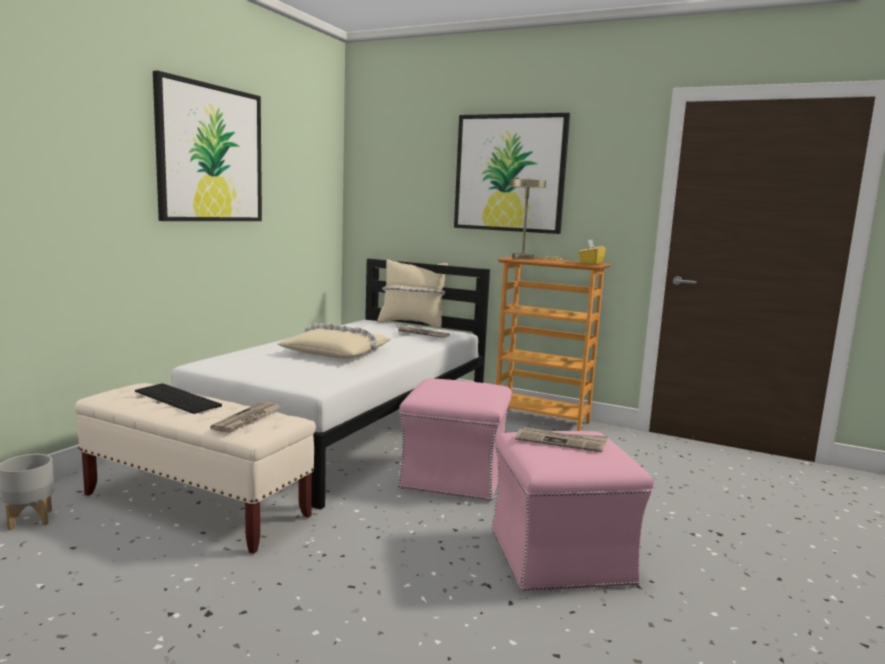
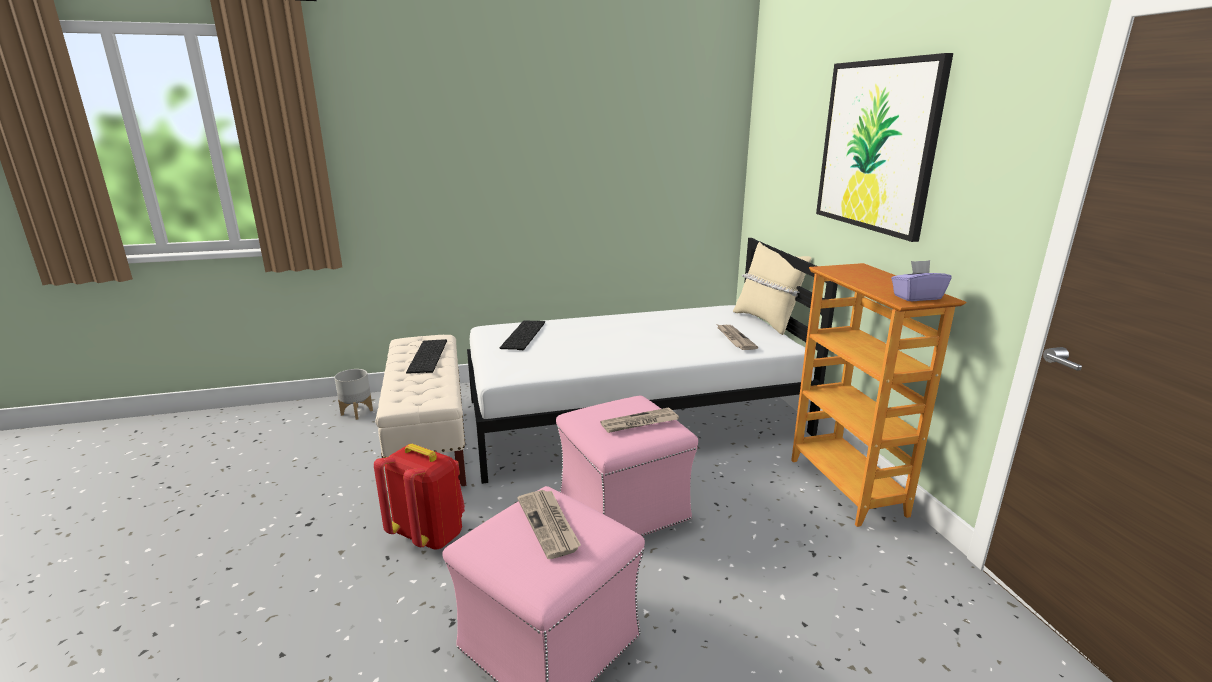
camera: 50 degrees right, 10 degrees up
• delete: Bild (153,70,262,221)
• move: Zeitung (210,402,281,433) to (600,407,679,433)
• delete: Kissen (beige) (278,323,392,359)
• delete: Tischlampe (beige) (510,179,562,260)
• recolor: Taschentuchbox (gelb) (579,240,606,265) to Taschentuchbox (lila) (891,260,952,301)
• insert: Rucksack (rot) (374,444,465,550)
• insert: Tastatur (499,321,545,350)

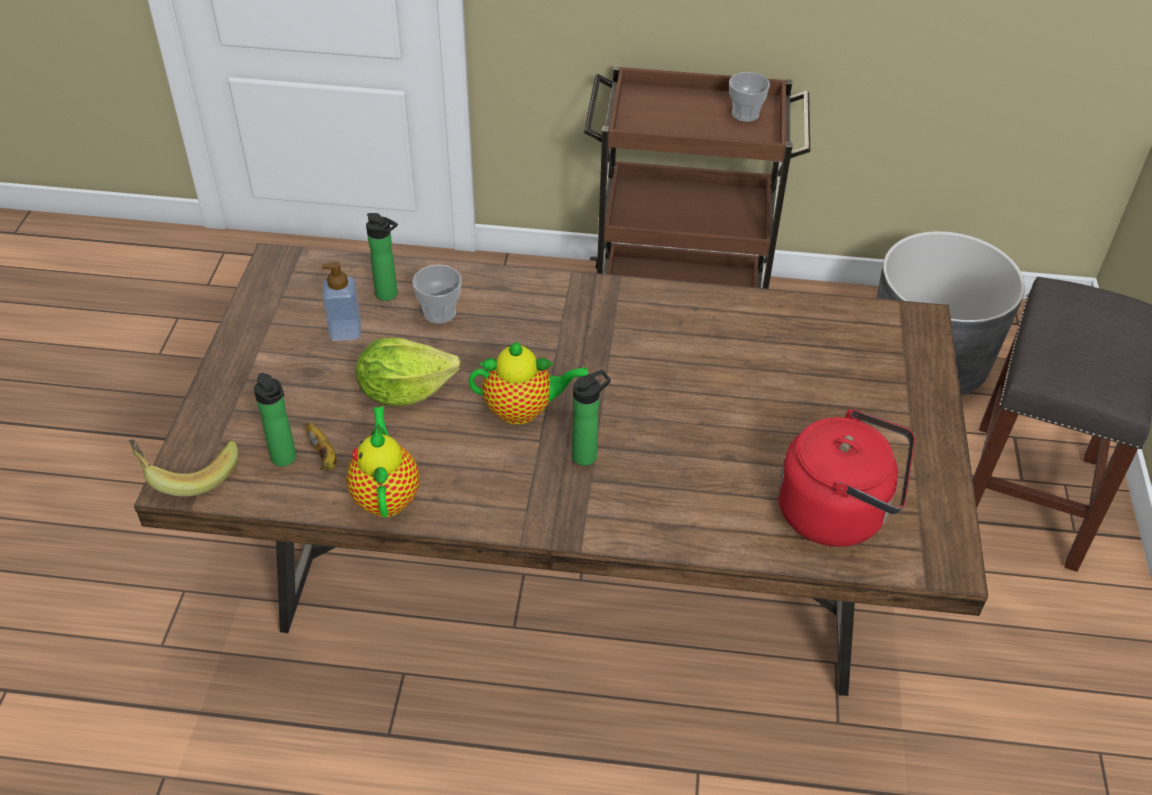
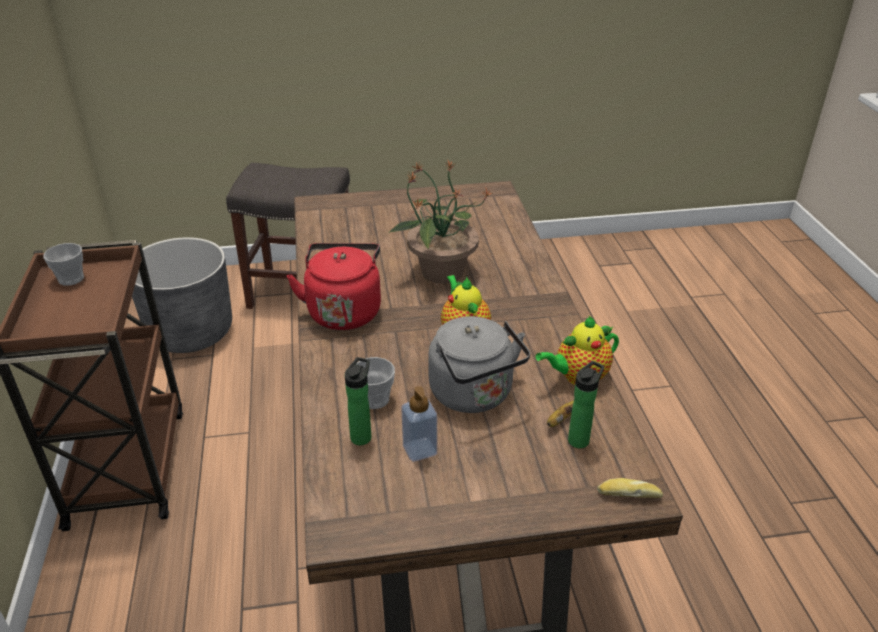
camera: 105 degrees left, 10 degrees down
• replace: Banane (129,440,238,497) to Brot (597,478,663,498)
• replace: Salatkopf (356,338,461,406) to Wasserkessel (grau) (428,316,530,413)
• delete: Flasche (572,370,611,466)
• move: Wasserkessel (rot) (778,409,915,547) to (287,243,381,330)
• insert: Topfpflanze (389,160,493,283)

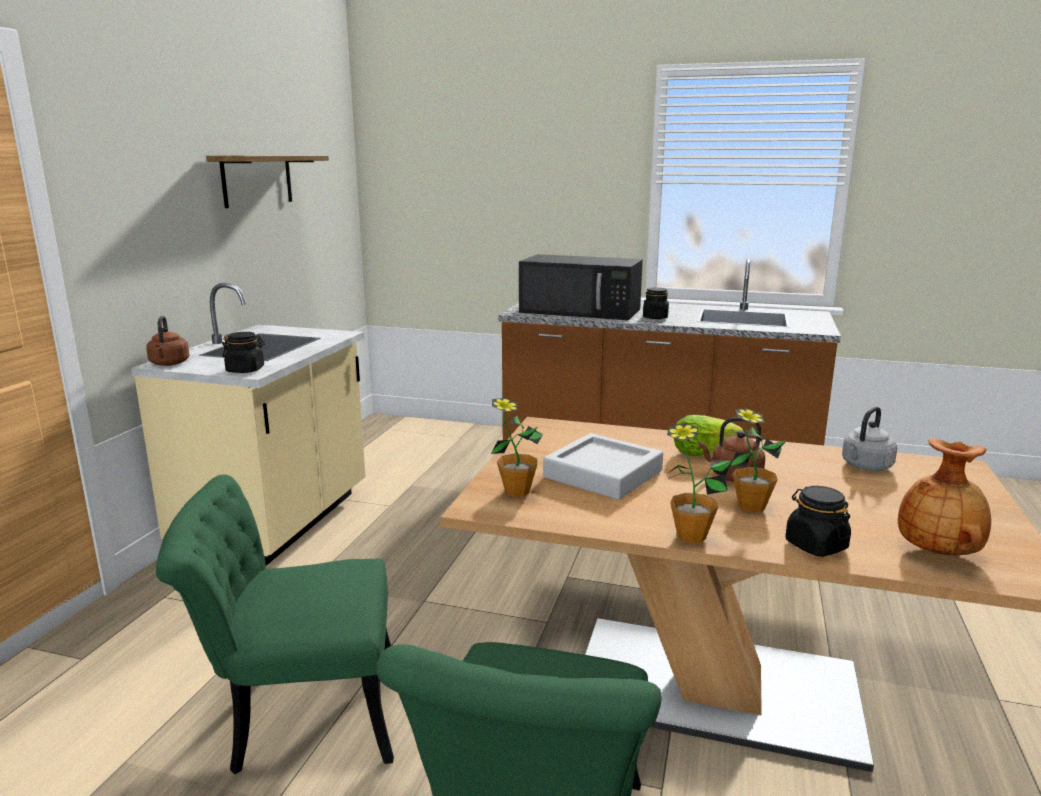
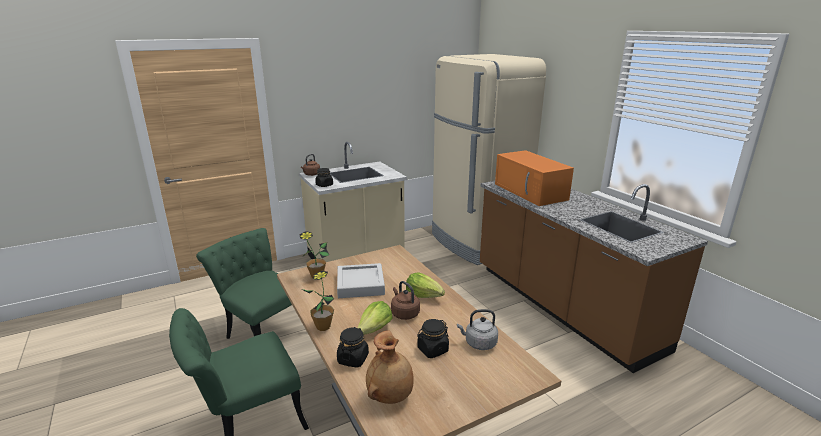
camera: 45 degrees right, 5 degrees up
• delete: Wandregal (206,155,329,208)
• recolor: Mikrowelle (schwarz) (519,254,643,320) to Mikrowelle (orange) (495,150,574,206)
• move: Vorratsglas (schwarz) (643,288,669,319) to (417,319,449,358)
• replace: Topfpflanze (730,409,786,512) to Salatkopf (358,301,392,335)
• insert: Kühlschrank (beige) (432,54,546,265)

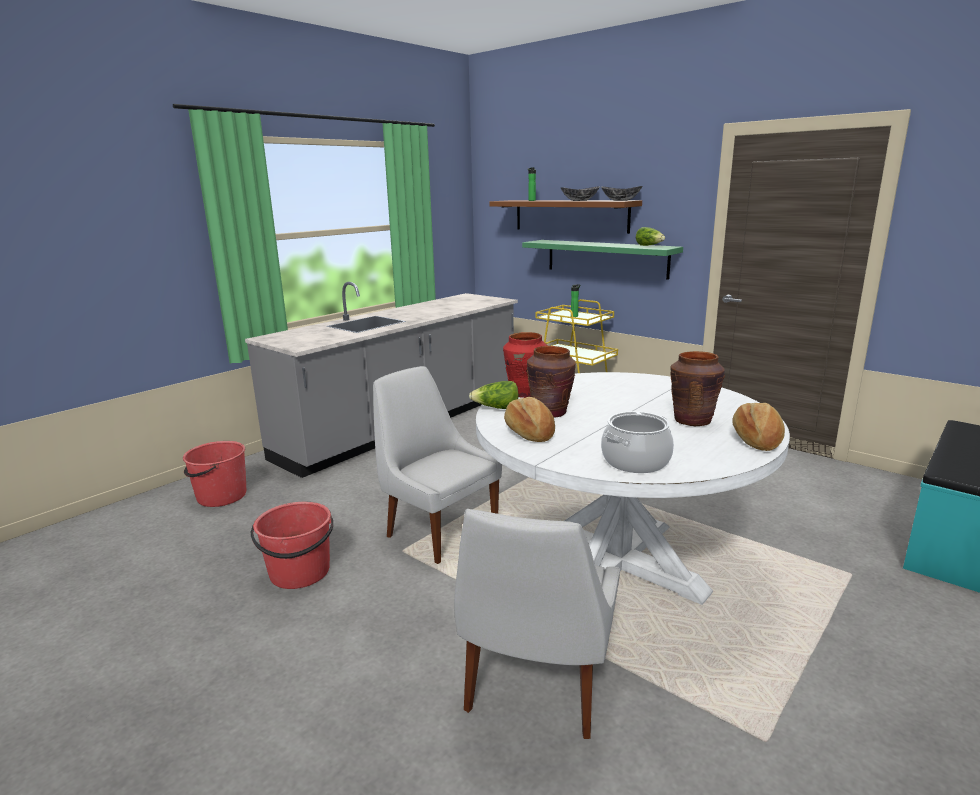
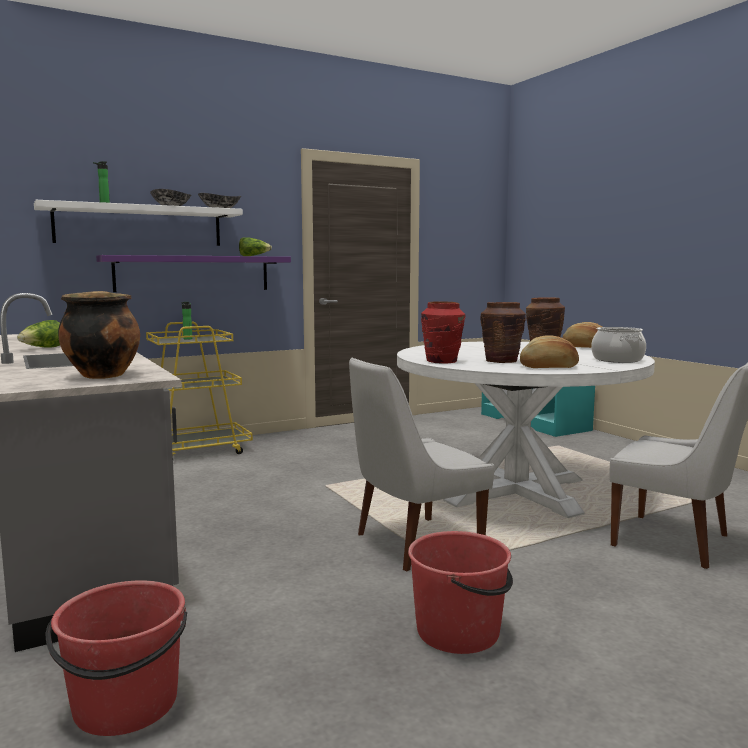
camera: 70 degrees left, 10 degrees down
• move: Salatkopf (469,381,519,409) to (17,320,60,348)
• recolor: Wandregal (braun) (489,200,642,234) to Wandregal (weiß) (34,200,243,246)
• recolor: Wandregal (grün) (522,240,683,280) to Wandregal (lila) (96,255,291,292)
• insert: Kochtopf (58,291,140,379)

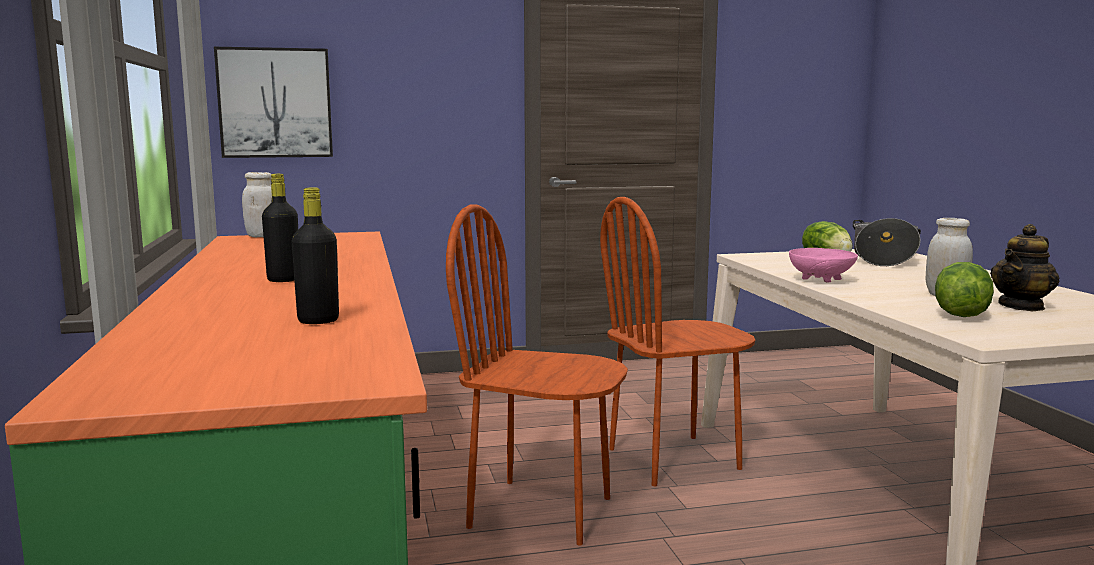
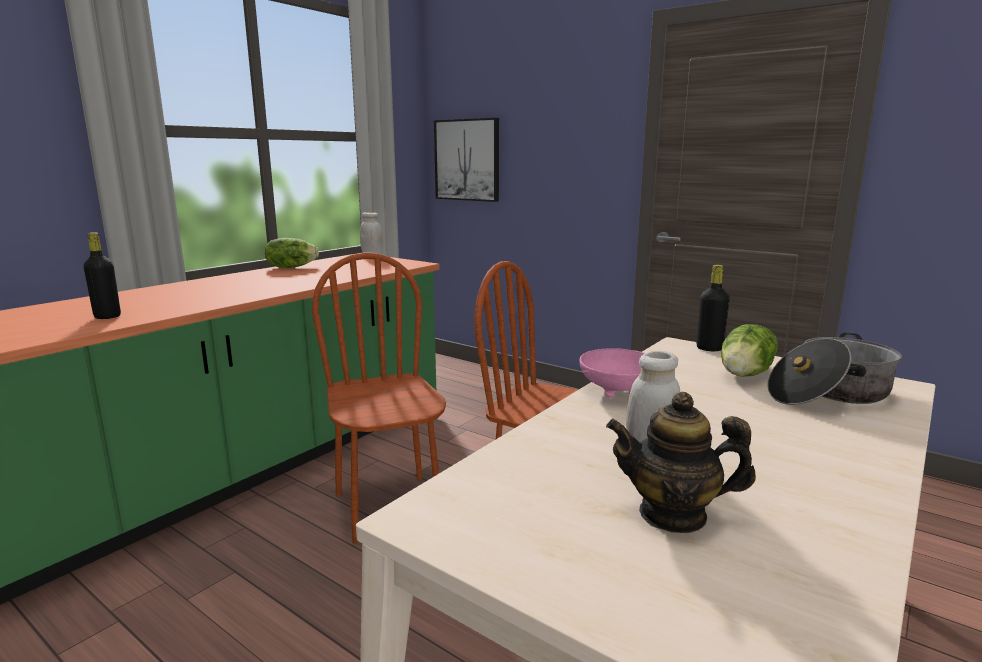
camera: 50 degrees right, 5 degrees up
• move: Flasche (schwarz) (262,174,298,282) to (697,265,730,351)
• move: Salatkopf (935,262,994,317) to (265,238,319,268)

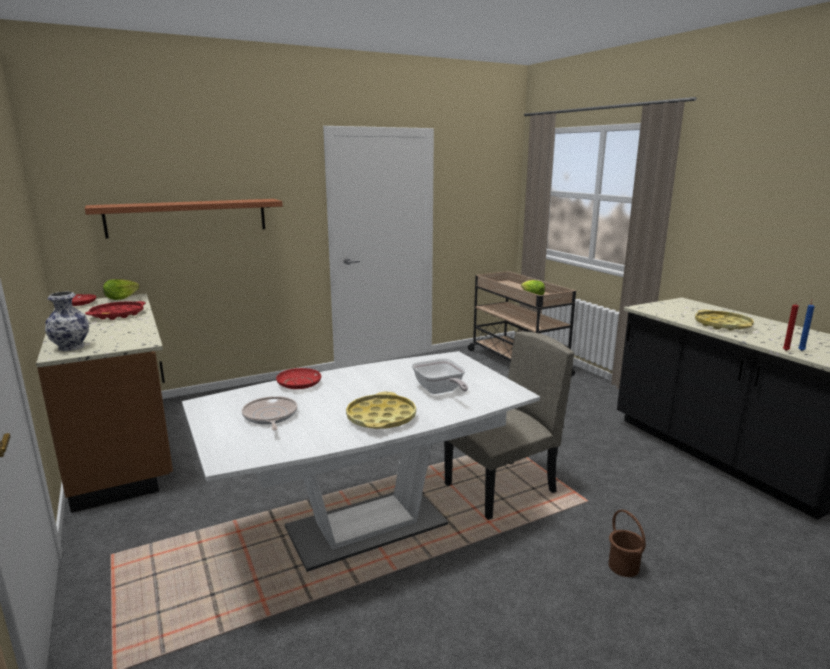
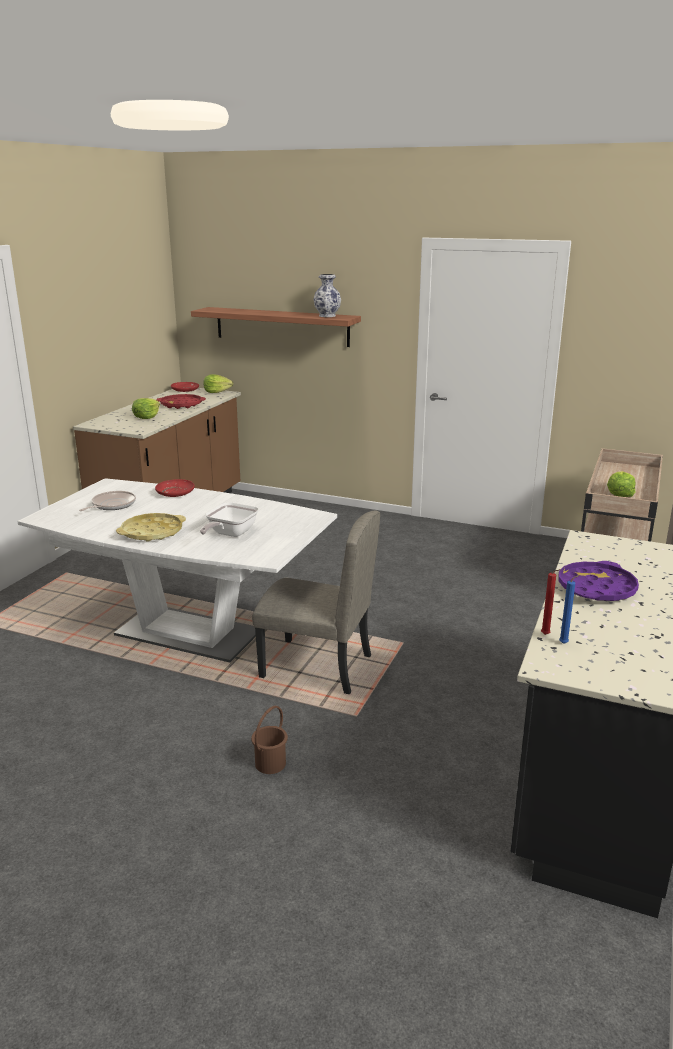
camera: 50 degrees right, 5 degrees up
• move: Vase (45,292,89,351) to (313,274,341,317)
• recolor: Tablett (gelb) (695,310,754,330) to Tablett (lila) (558,561,639,601)
• insert: Salatkopf (132,398,160,419)

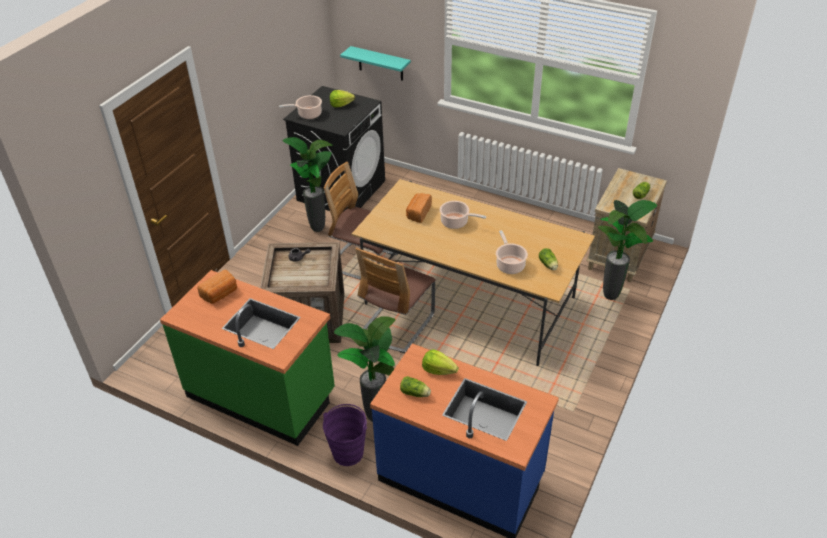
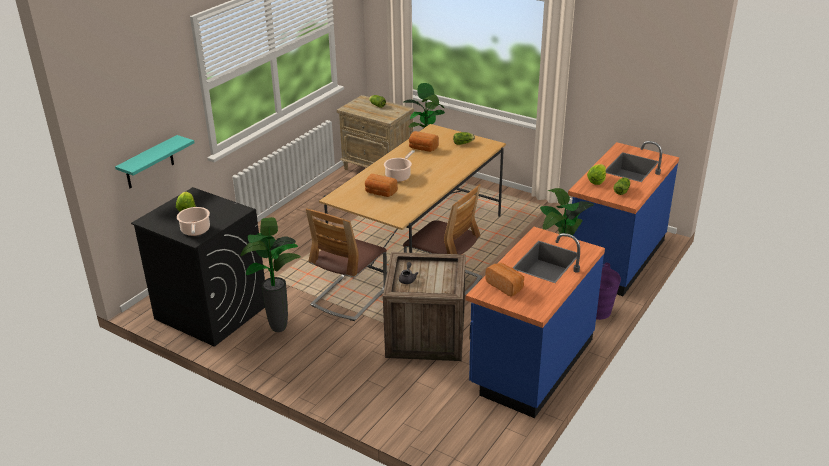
camera: 85 degrees left, 10 degrees down
• recolor: Küchenzeile (grün) (160,270,335,446) to Küchenzeile (blau) (466,227,605,418)
• delete: Kochtopf (496,230,528,274)
• insert: Brot (409,131,439,152)

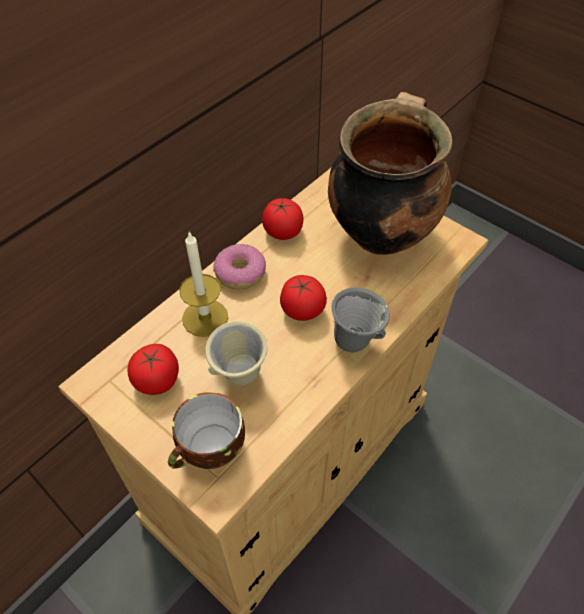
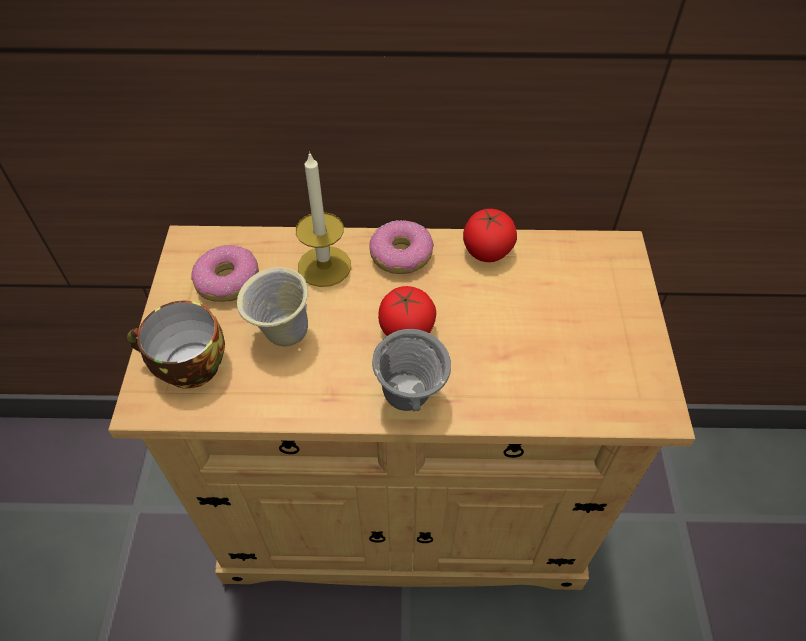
camera: 50 degrees right, 0 degrees up
• replace: Tomate (128,344,179,395) to Donut (191,245,259,302)
• delete: Kochtopf (328,92,452,255)

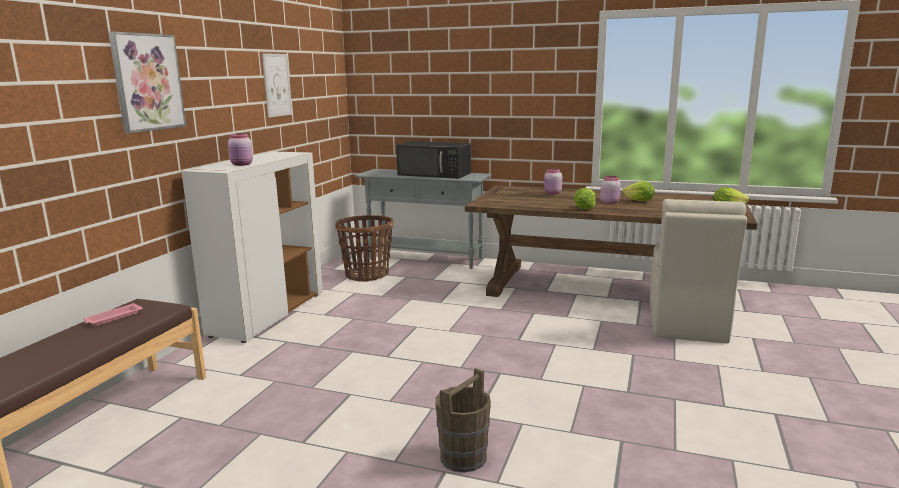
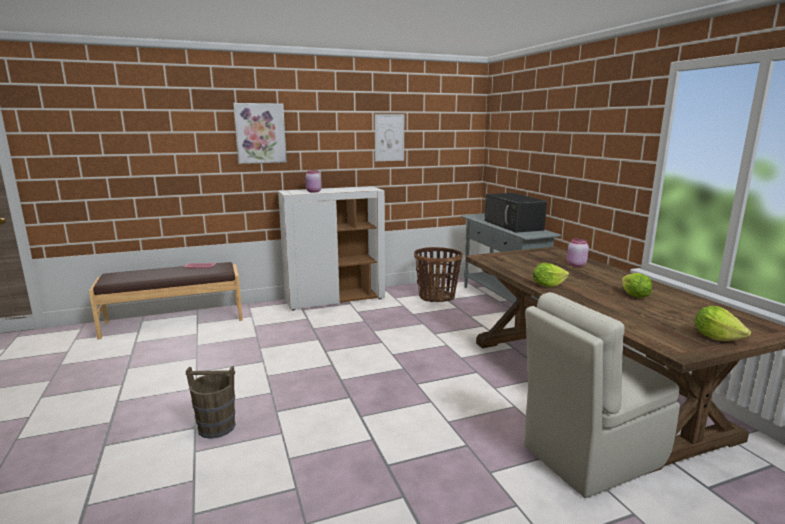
camera: 50 degrees right, 0 degrees up
• delete: Vorratsglas (rosa) (600,176,621,204)

